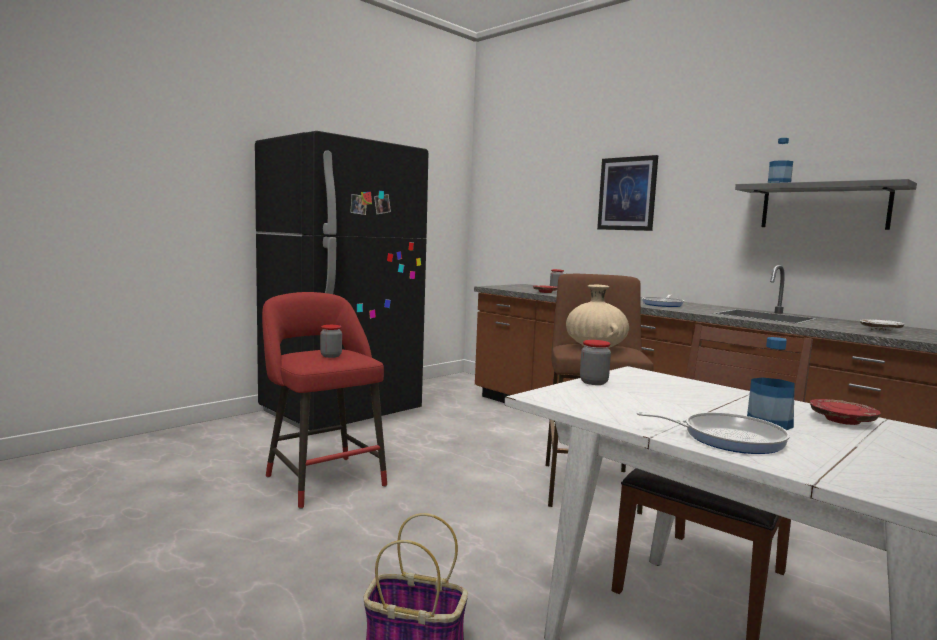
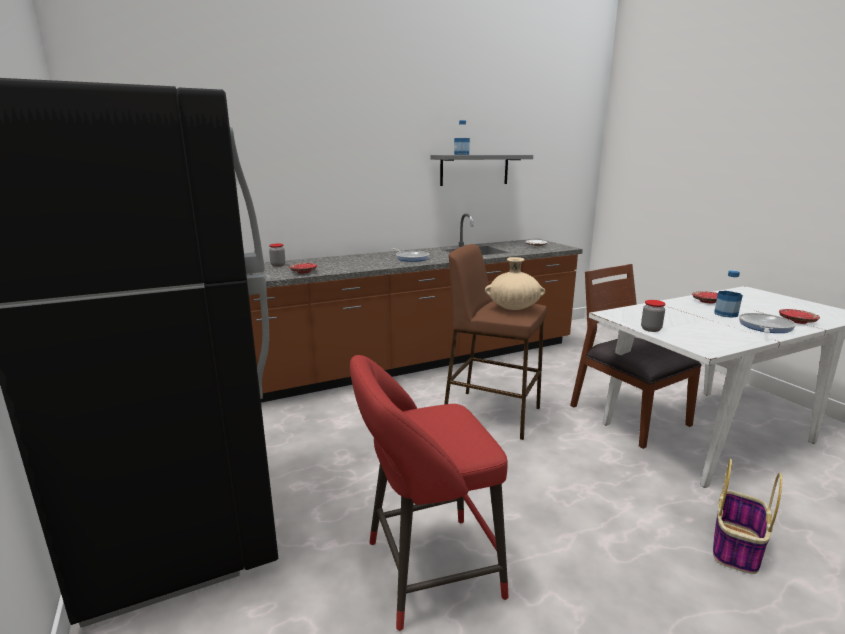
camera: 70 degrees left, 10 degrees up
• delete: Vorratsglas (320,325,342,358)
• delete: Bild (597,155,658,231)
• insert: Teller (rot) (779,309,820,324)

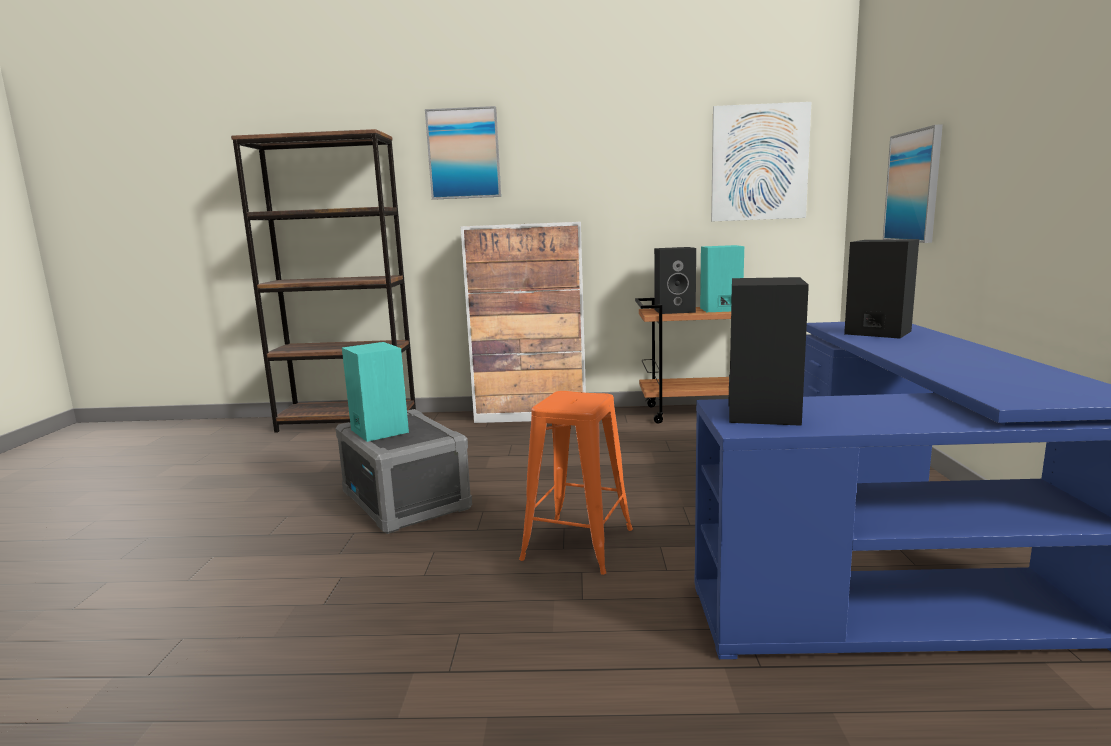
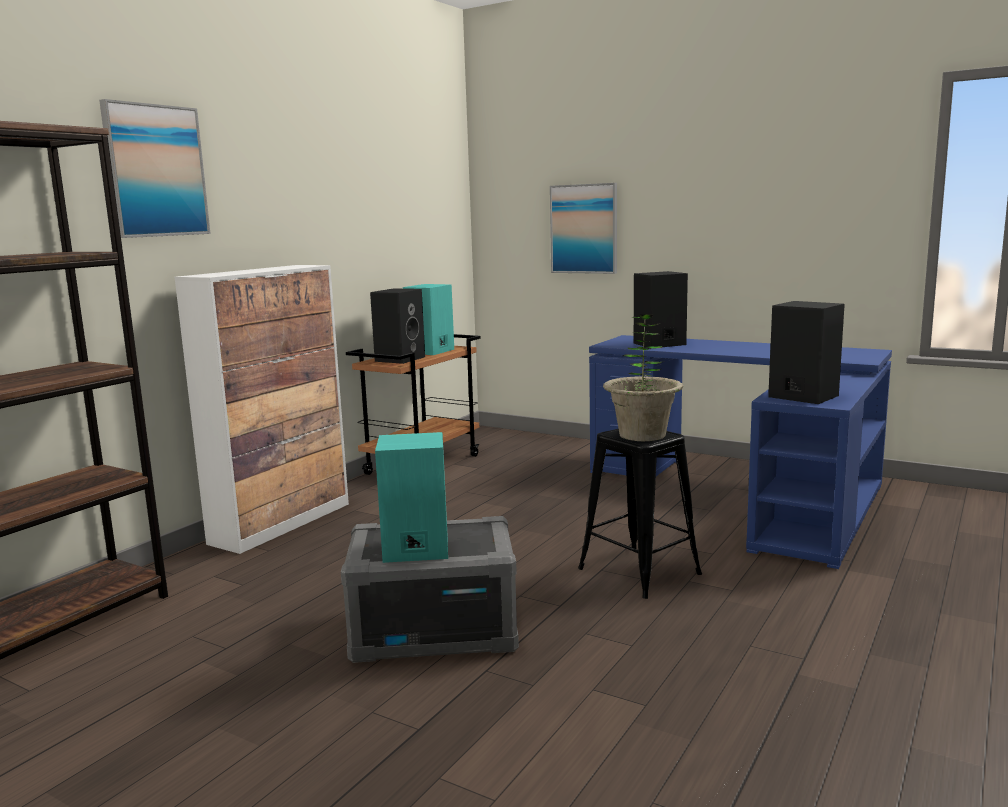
camera: 60 degrees left, 0 degrees up
• recolor: Hocker (orange) (519,391,633,575) to Hocker (schwarz) (578,429,702,599)
• delete: Bild (711,102,811,221)
• insert: Topfpflanze (603,315,683,441)

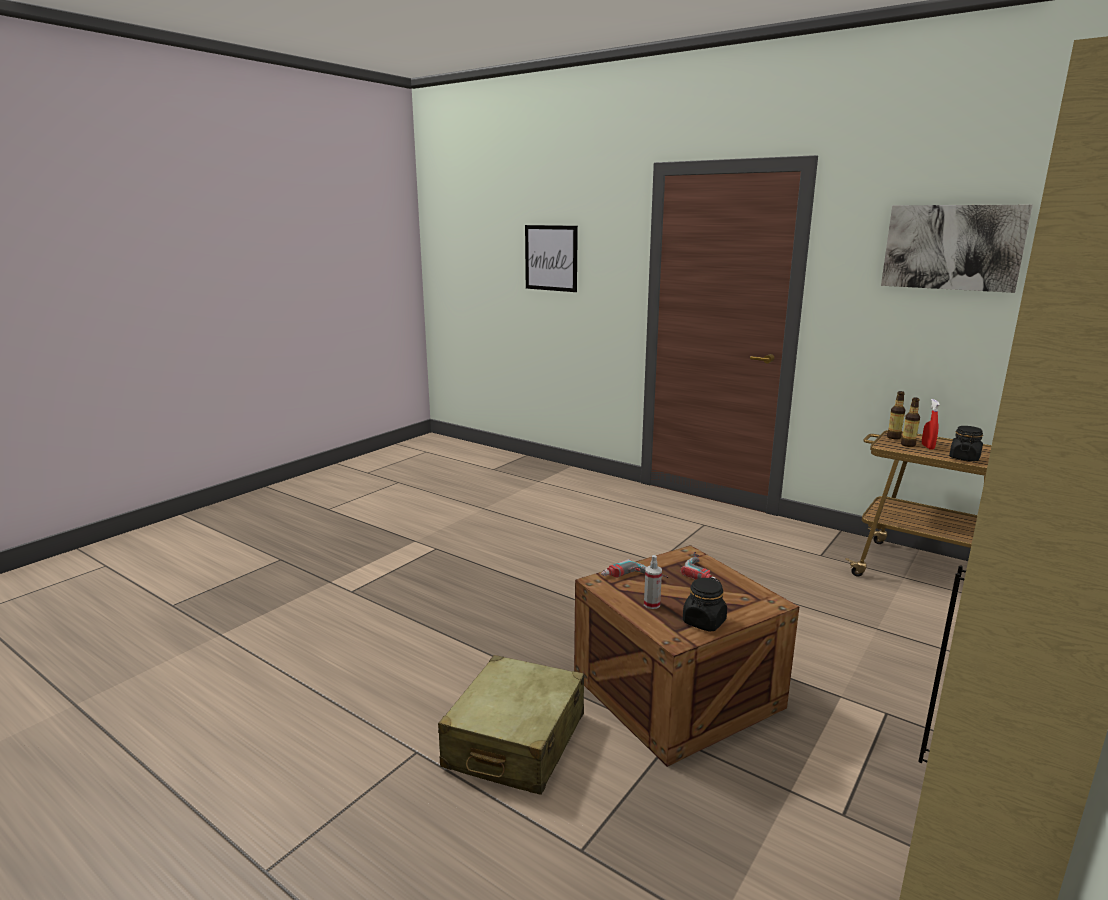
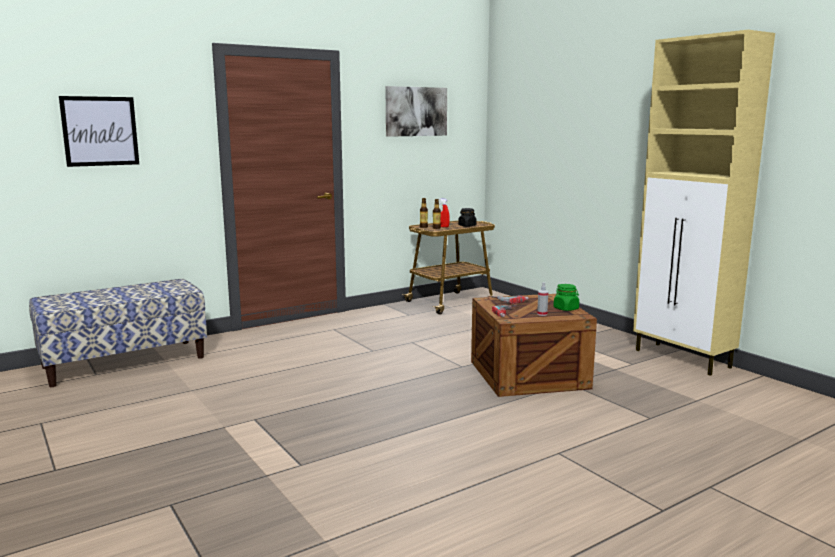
camera: 70 degrees left, 5 degrees down
• delete: Koffer (beige) (438,655,584,795)
• recolor: Vorratsglas (schwarz) (683,577,727,632) to Vorratsglas (grün) (553,284,579,311)
• insert: Bank (29,279,207,387)

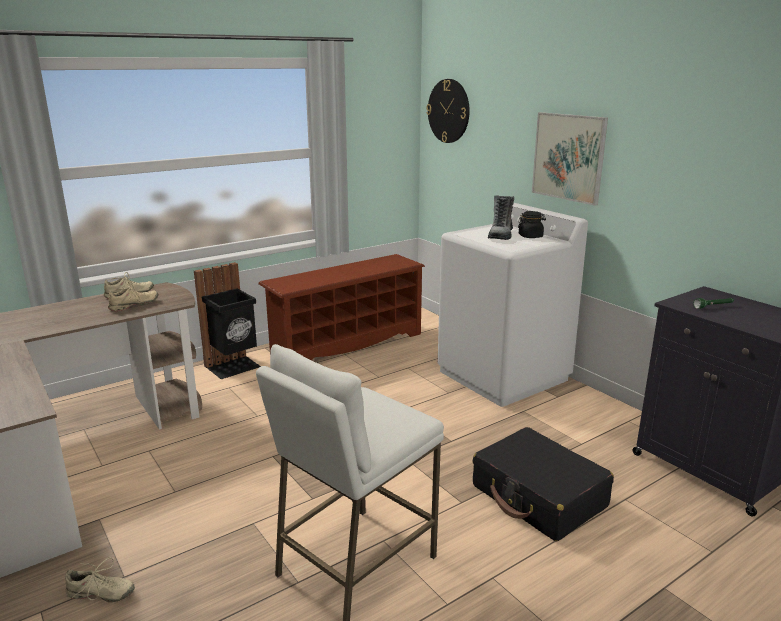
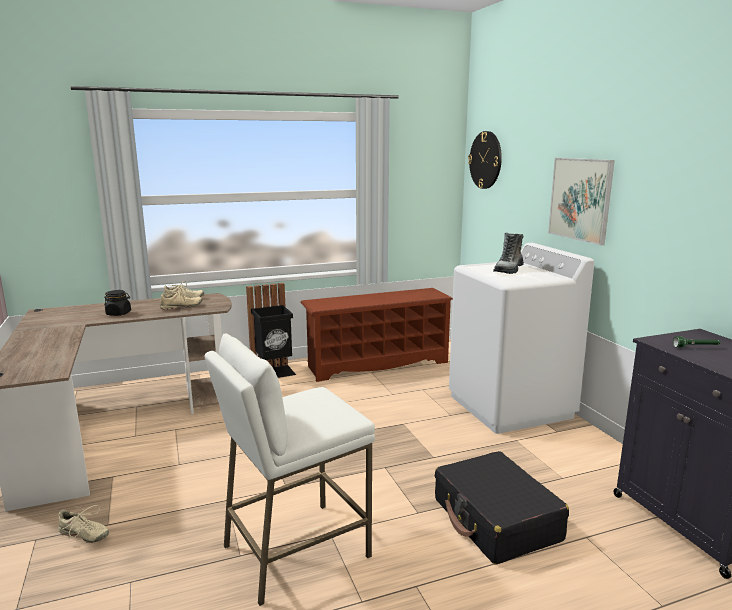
camera: 15 degrees right, 5 degrees down
• move: Vorratsglas (schwarz) (518,211,546,238) to (104,290,131,316)

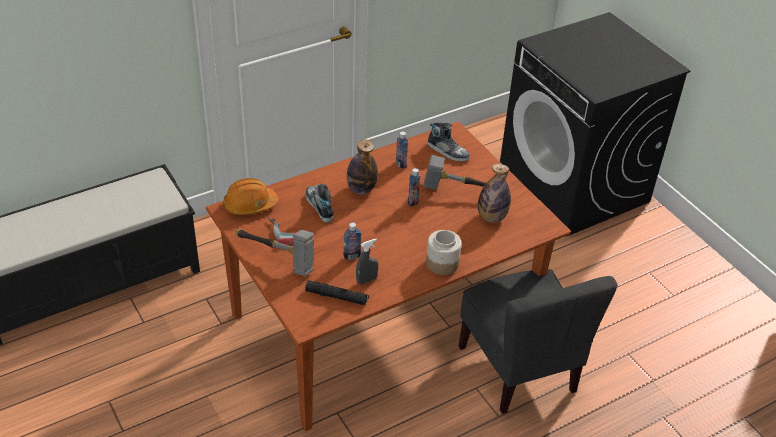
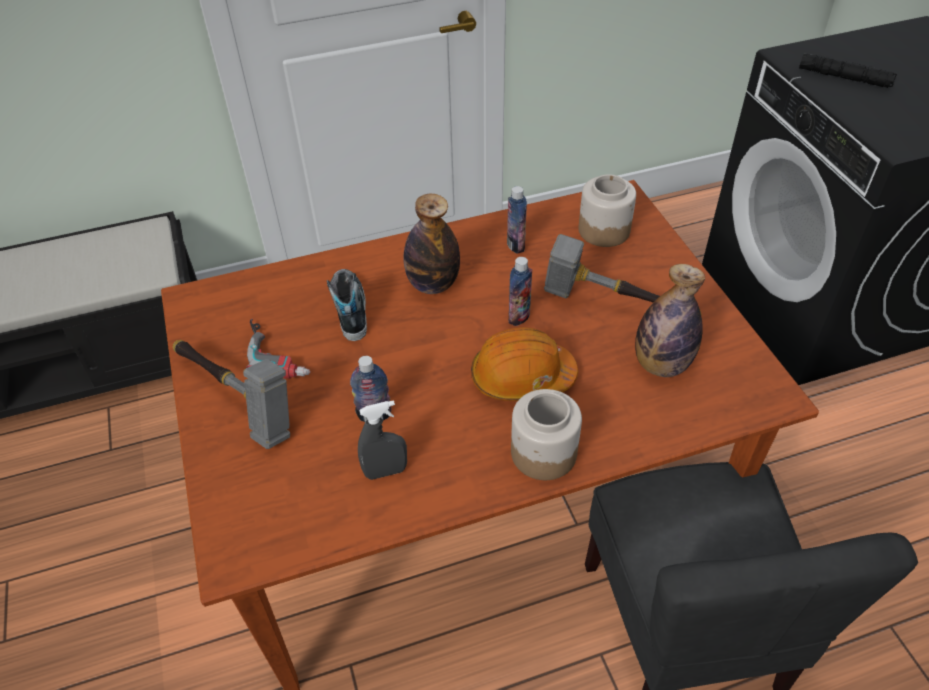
camera: 15 degrees right, 5 degrees up
• move: Schutzhelm (orange) (223,178,278,215) to (471,327,578,401)
• move: Taschenlampe (schwarz) (305,280,369,305) to (799,52,897,88)
• replace: Schuh (428,122,470,162) to Vorratsglas (578,174,636,247)

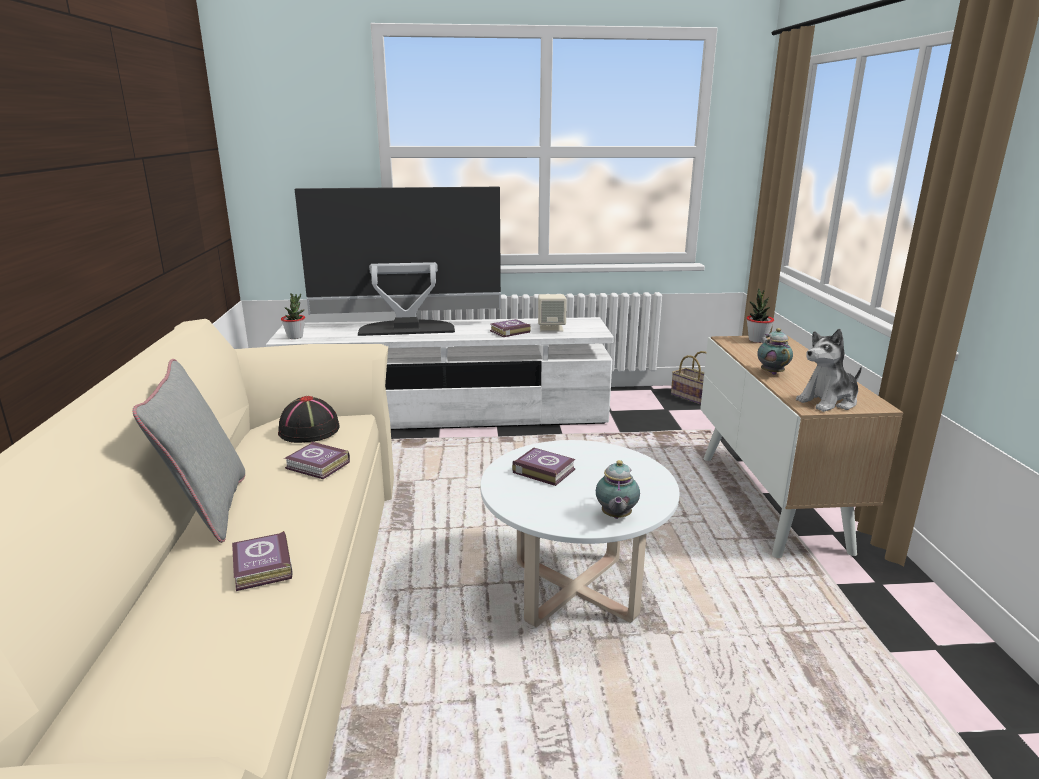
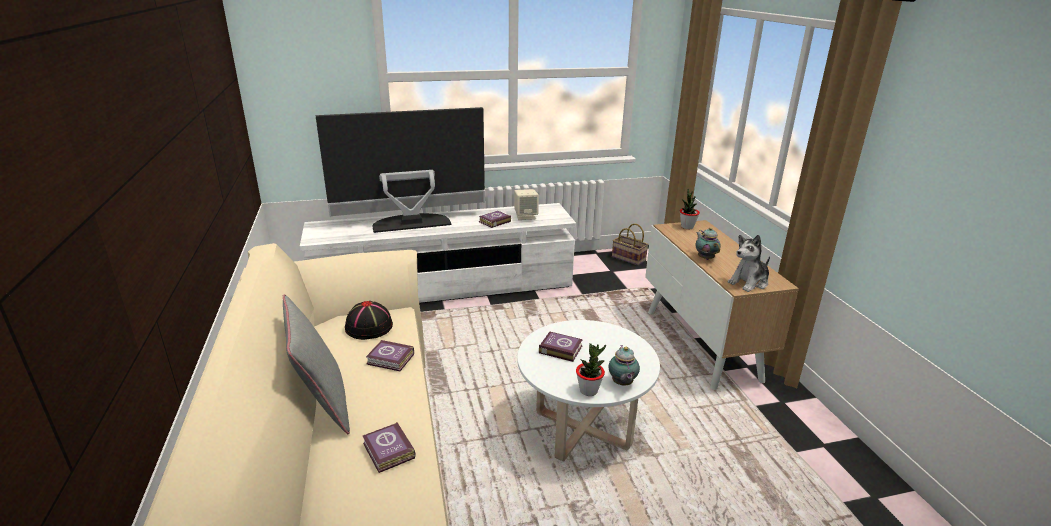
camera: 10 degrees left, 5 degrees up
• move: Topfpflanze (281,293,305,339) to (576,343,606,396)

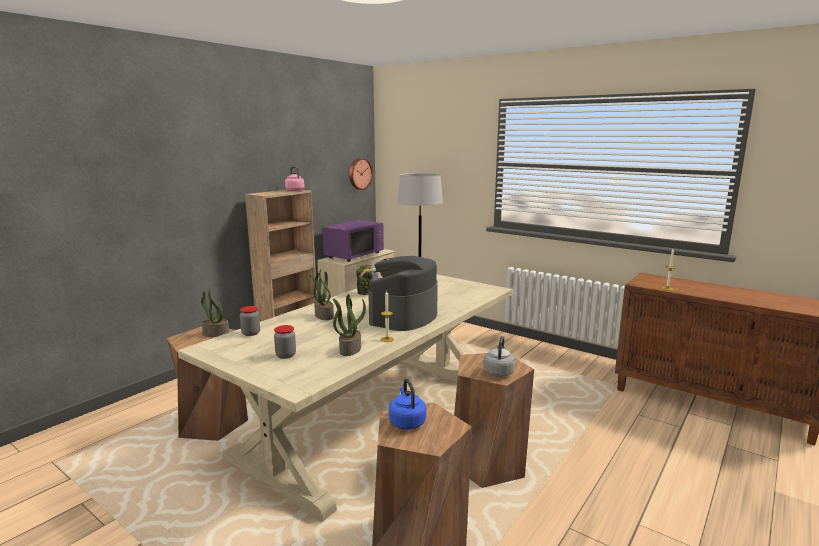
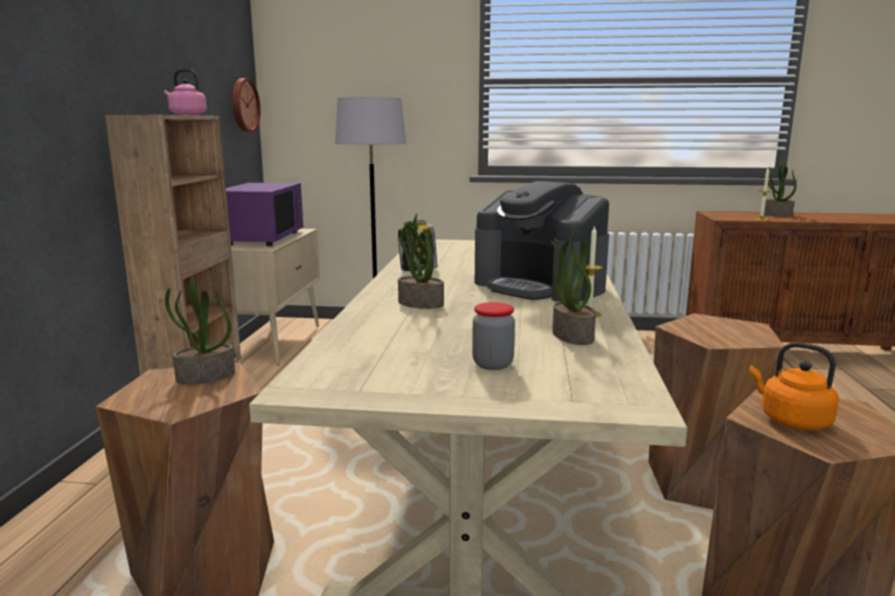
camera: 30 degrees left, 0 degrees up
• delete: Vorratsglas (240,306,260,336)
• rotate: Kaffeemaschine (368,256,438,331) = (475,181,609,302) 45 degrees counterclockwise
• recolor: Wasserkessel (blau) (389,379,426,430) to Wasserkessel (orange) (749,342,839,430)
• delete: Wasserkessel (grau) (483,336,515,377)
• insert: Topfpflanze (764,161,796,216)

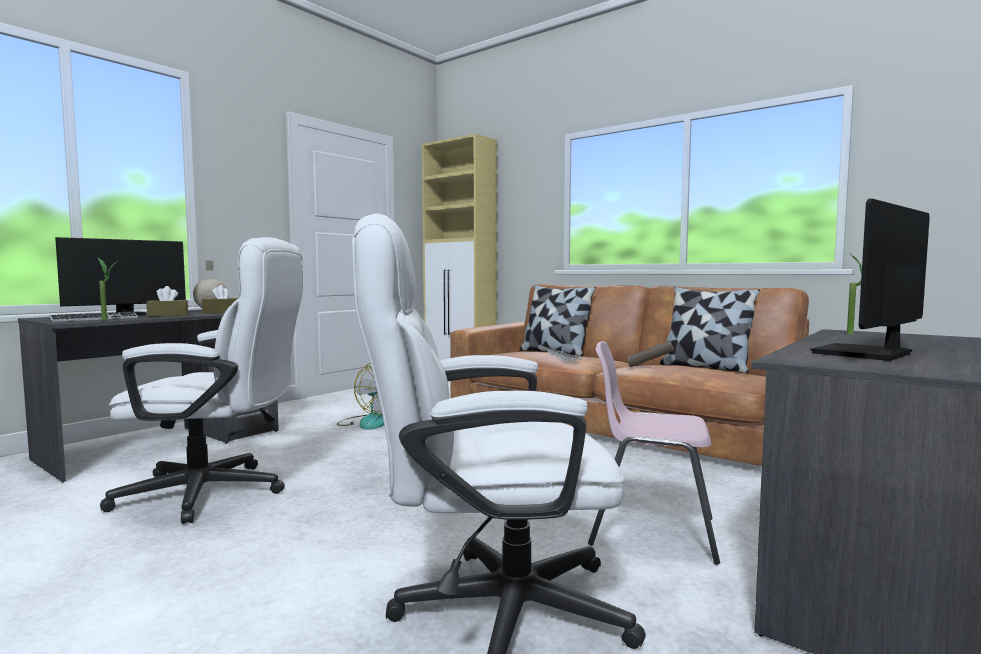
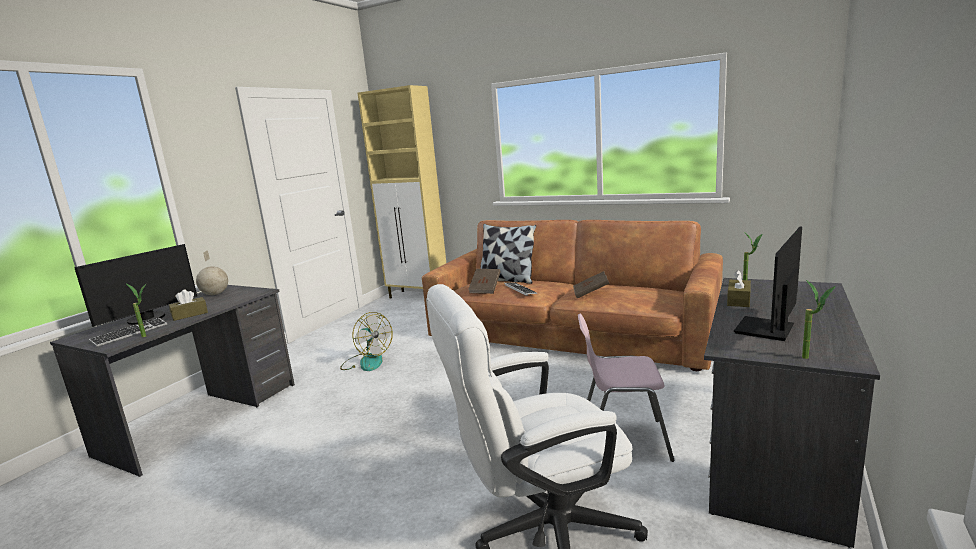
camera: 10 degrees left, 10 degrees up
• delete: Bürostuhl (weiß) (100,237,303,524)
• move: Taschentuchbox (braun) (202,285,238,314) to (727,270,751,307)
• delete: Kissen (660,286,760,373)
• insert: Buch (braun) (468,269,501,294)
• insert: Topfpflanze (802,280,835,359)

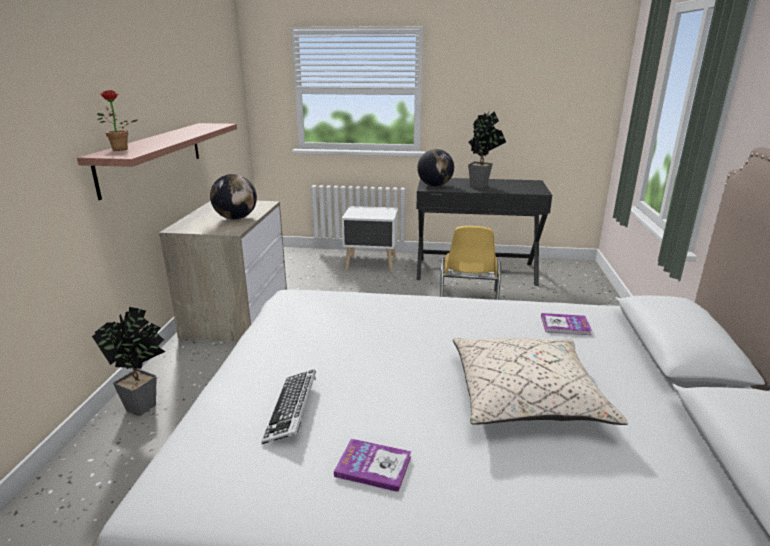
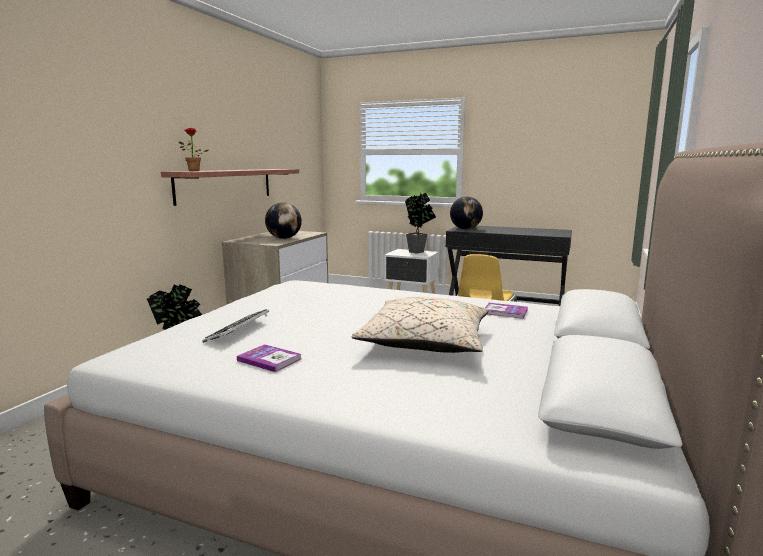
camera: 15 degrees right, 10 degrees down
• move: Topfpflanze (468,111,506,189) to (405,193,436,253)

